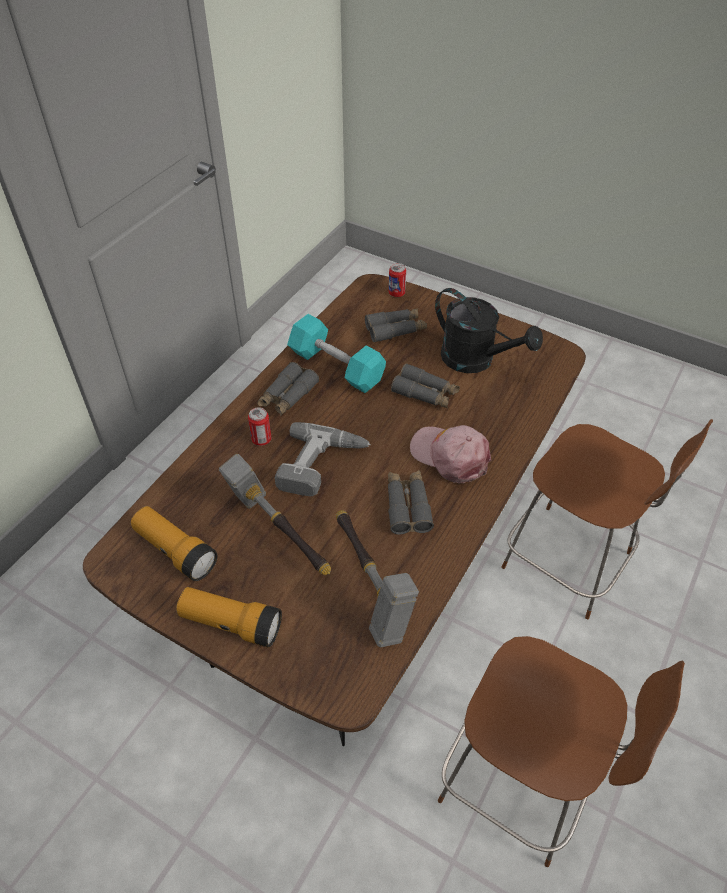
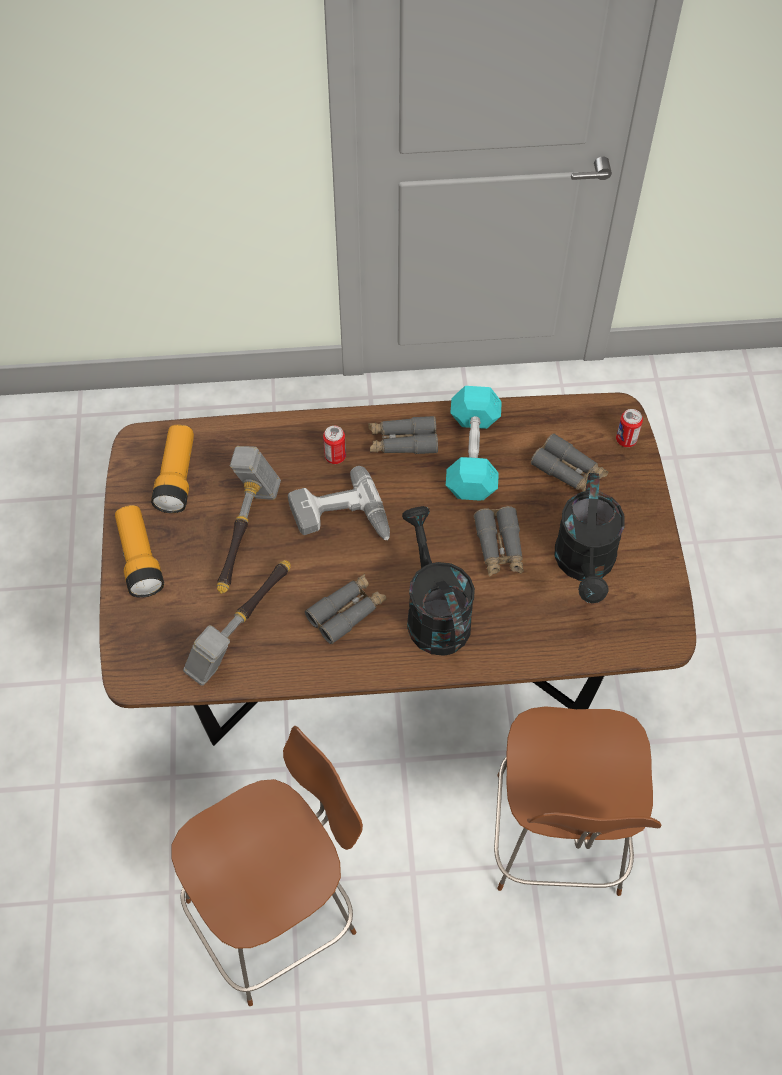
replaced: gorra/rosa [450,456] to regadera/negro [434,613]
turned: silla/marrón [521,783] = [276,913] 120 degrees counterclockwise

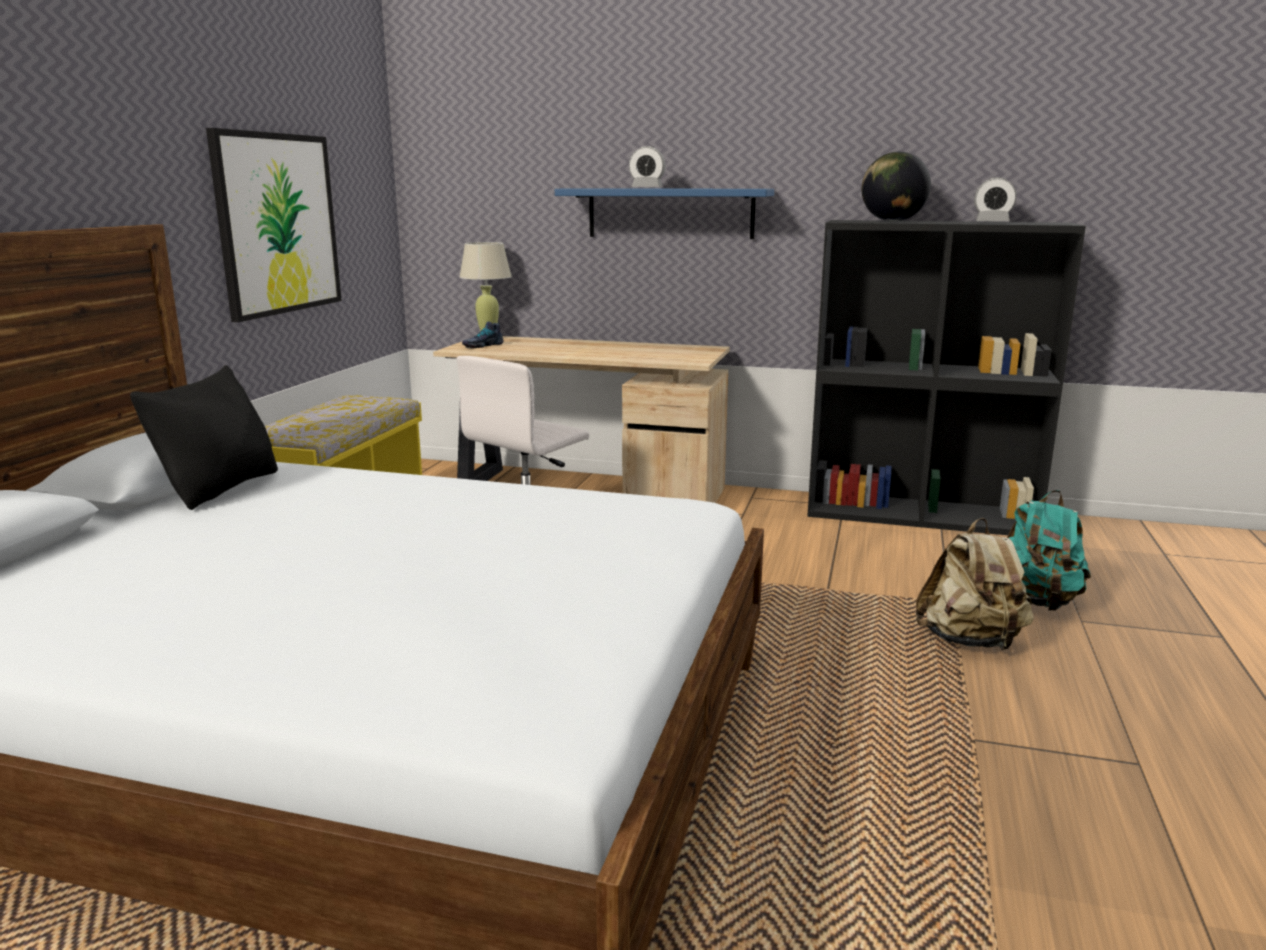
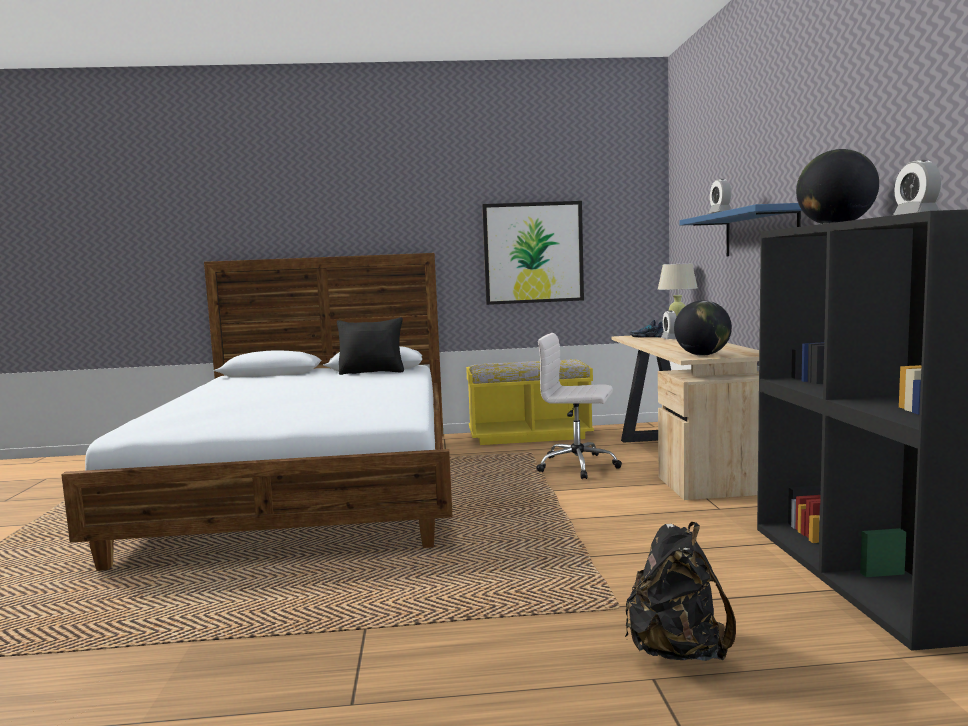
removed: mochila/beis [970,641]
added: despertador [669,339]; globo terráqueo [702,355]
recoloured: mochila/turquesa [1036,602] to mochila/negro [676,650]

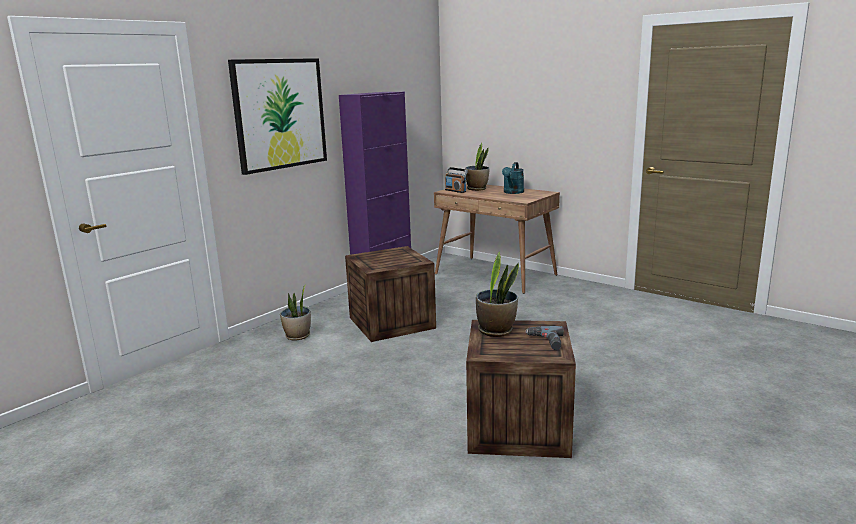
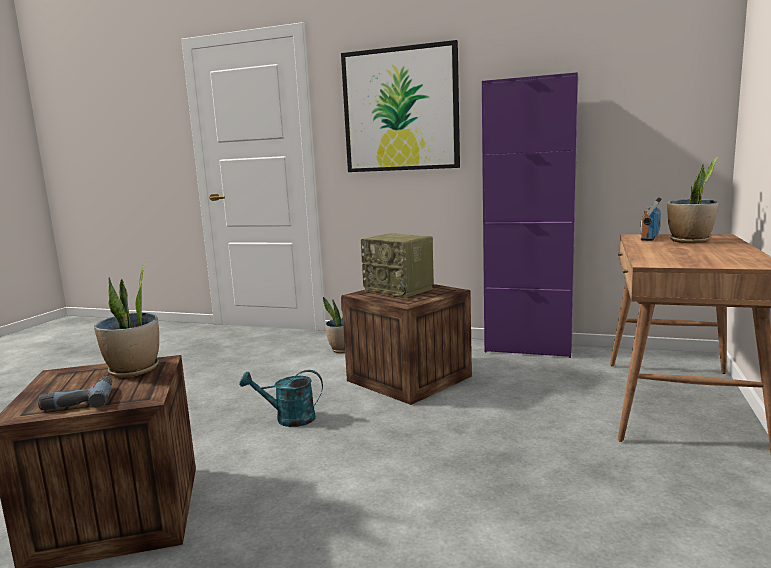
added: radio [400,290]
moved: regadera/turquesa [512,192] to [288,419]

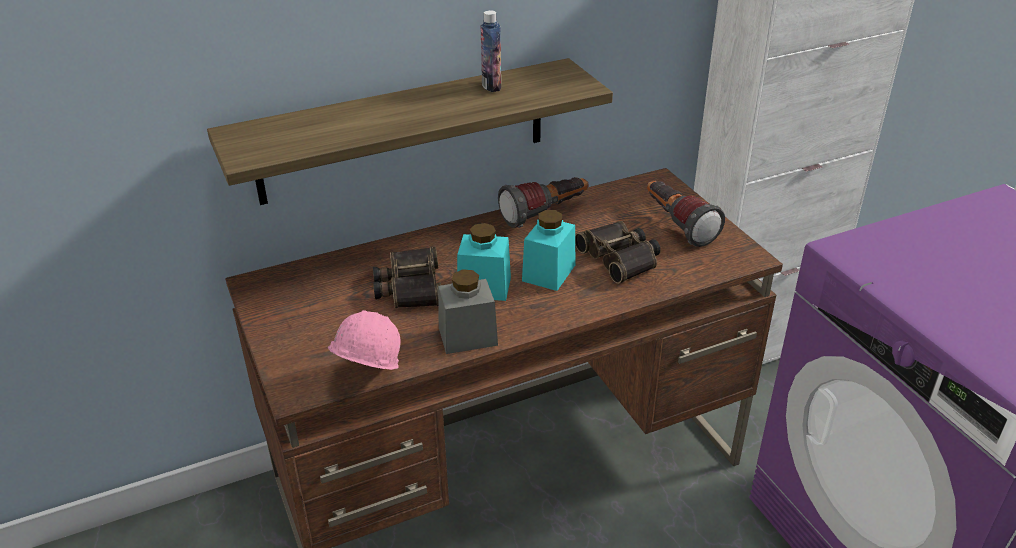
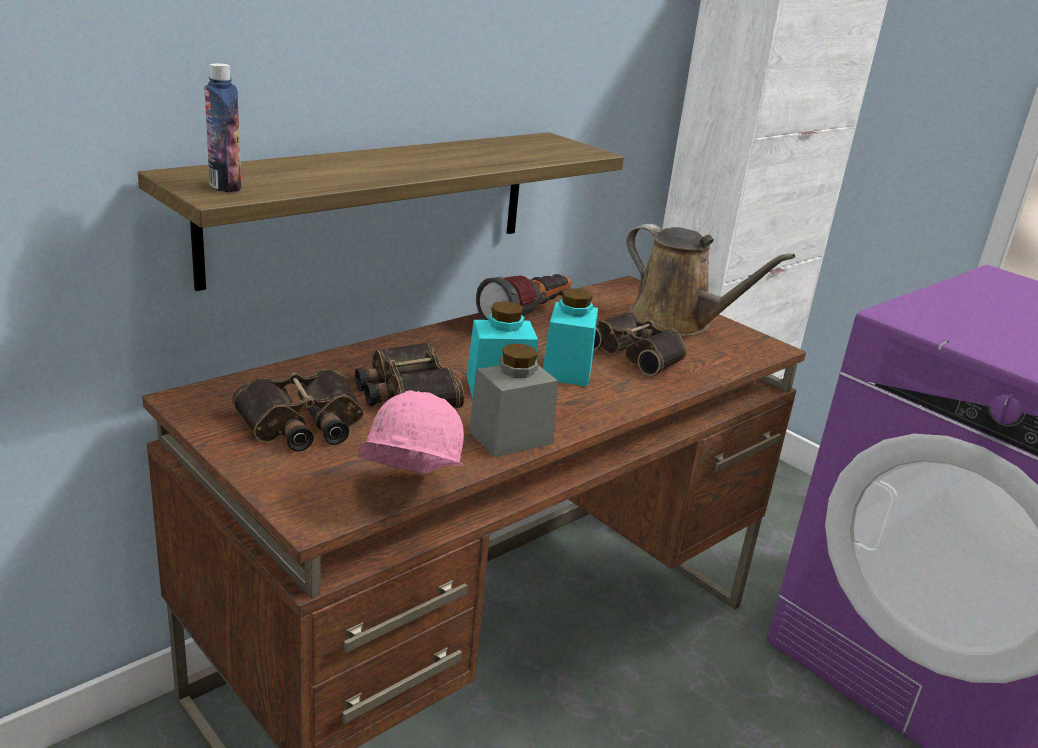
added: prismáticos [303,424]
moved: botella [491,86] to [225,186]
replaced: linterna [677,225] to regadera/marrón [676,323]

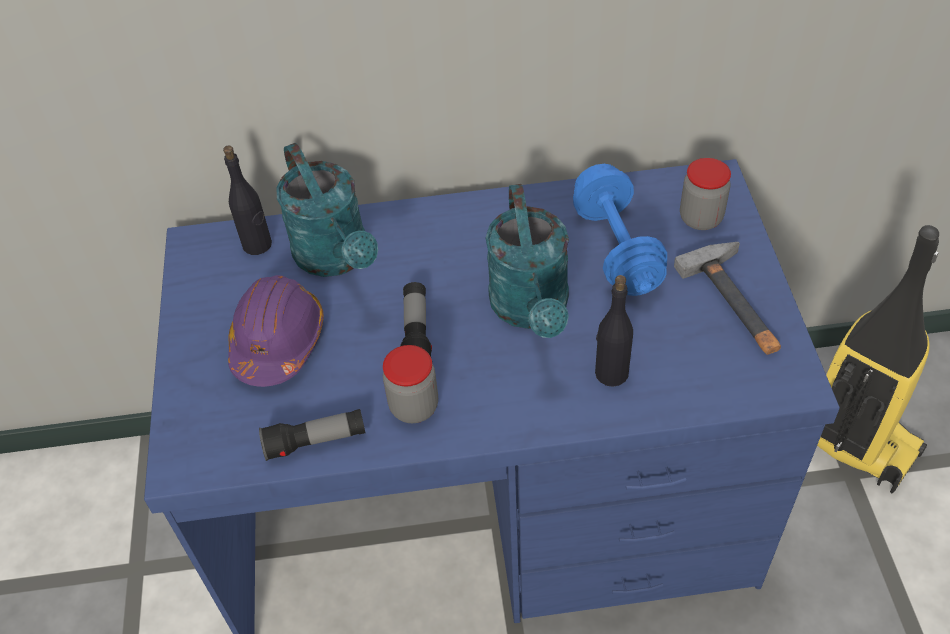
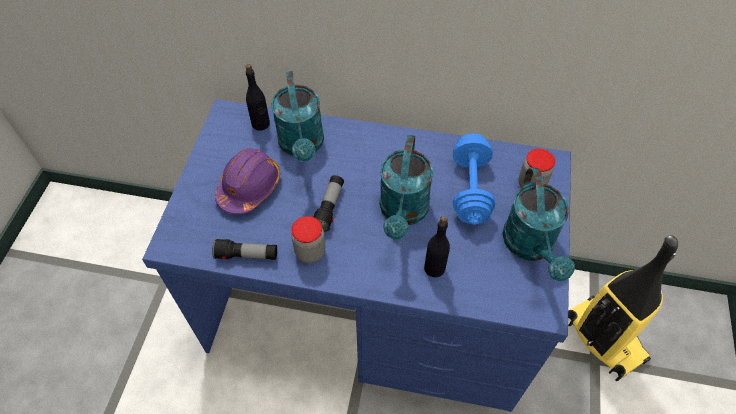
replaced: martillo [738,303] to regadera/turquesa [531,247]

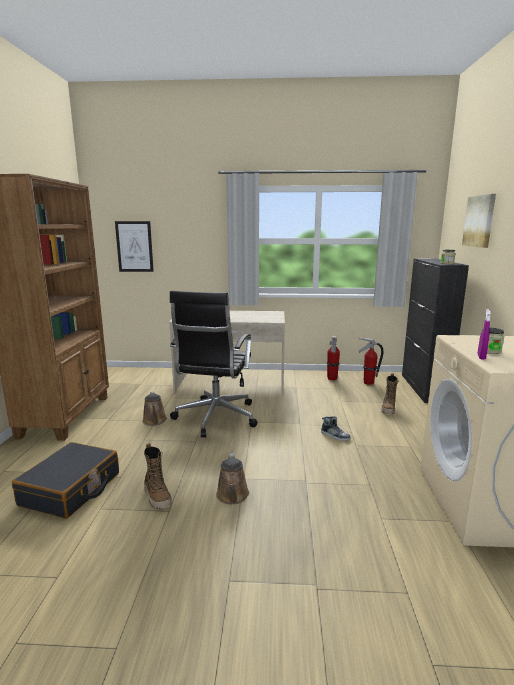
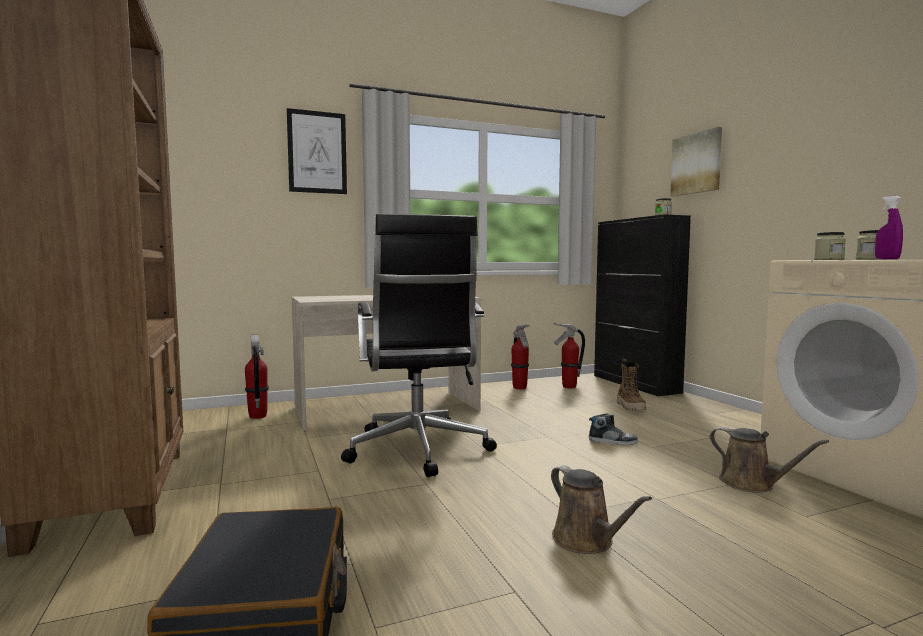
removed: bota [157,497]
added: extintor [258,416]; tarro [828,259]
moved: cuadro [134,246] to [317,152]; regadera/marrón [154,421] to [751,484]

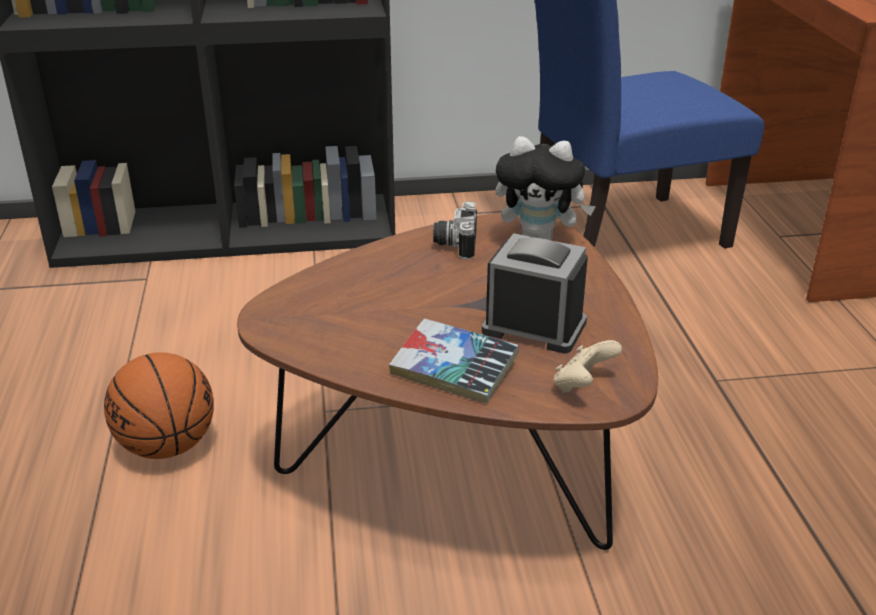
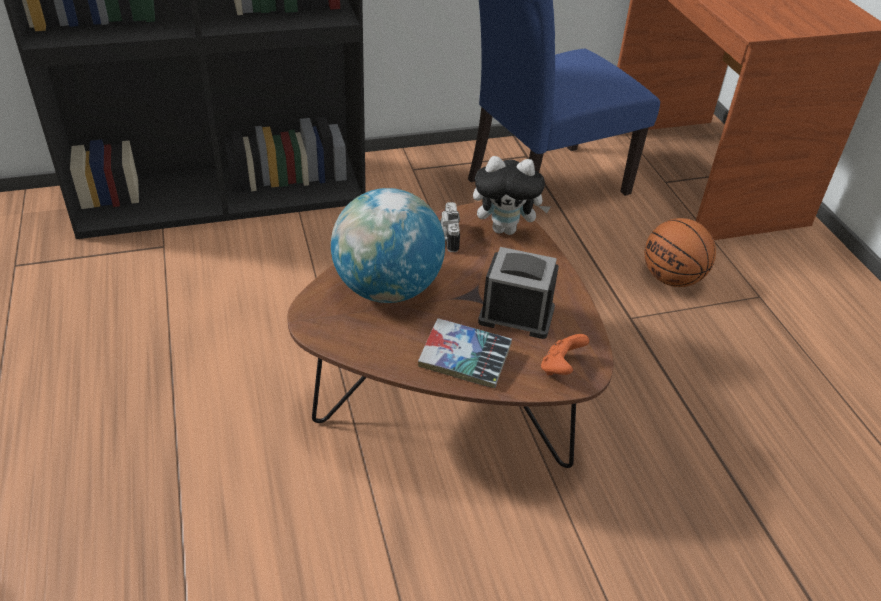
added: globo terráqueo [387,289]
moved: balón de baloncesto [167,446] to [672,278]
recoloured: mando de consola/beis [583,386] to mando de consola/naranja [560,367]

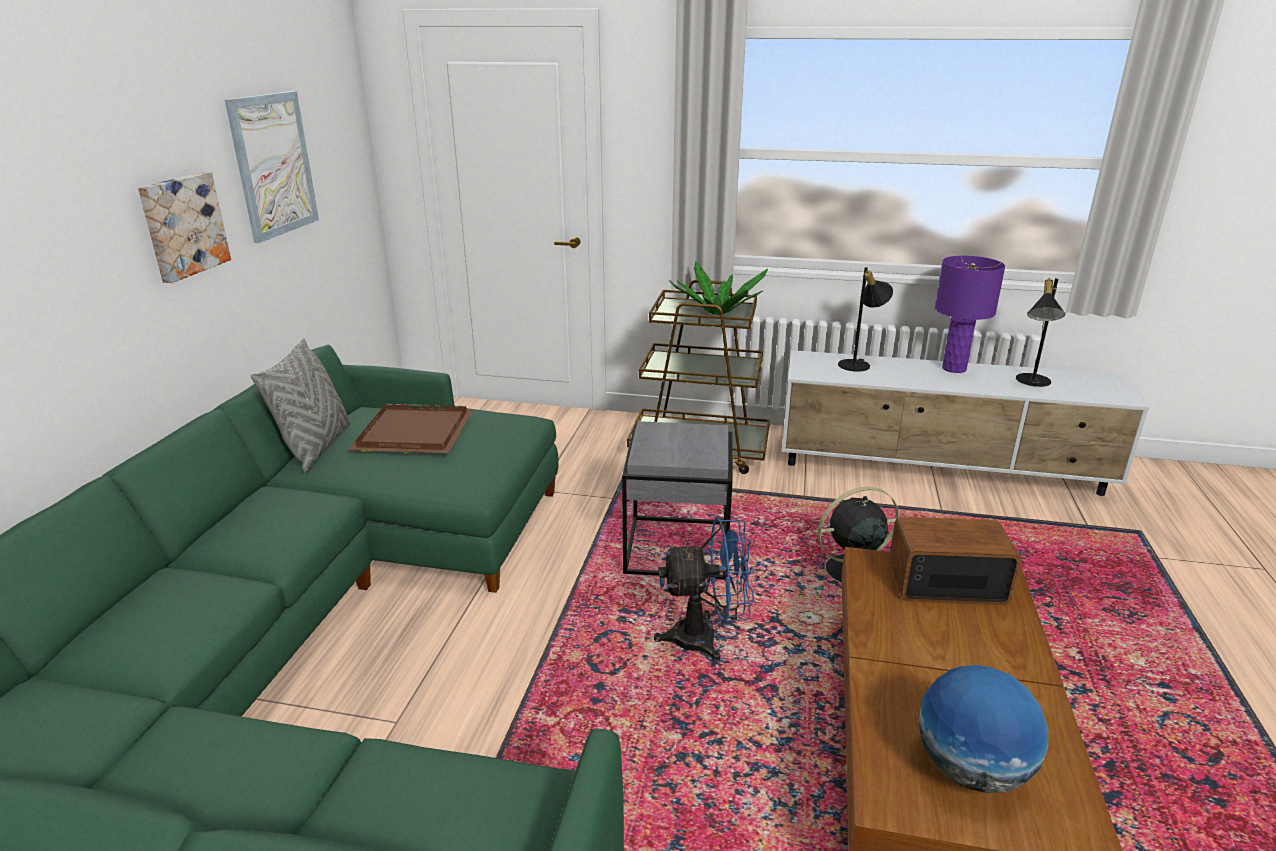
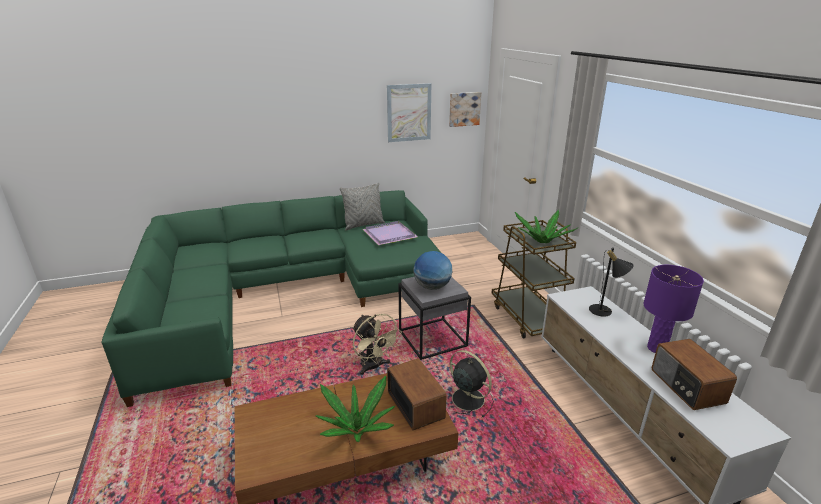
added: planta en maceta [357,429]
moved: cuadro [182,225] to [464,109]; globo terráqueo [971,770] to [432,287]
replaced: lámpara de mesa/negro [1031,382] to radio [686,387]
recoloured: bandeja/marrón [411,433] to bandeja/morado [388,234]; ventilador/azul [706,638] to ventilador/beis [374,367]

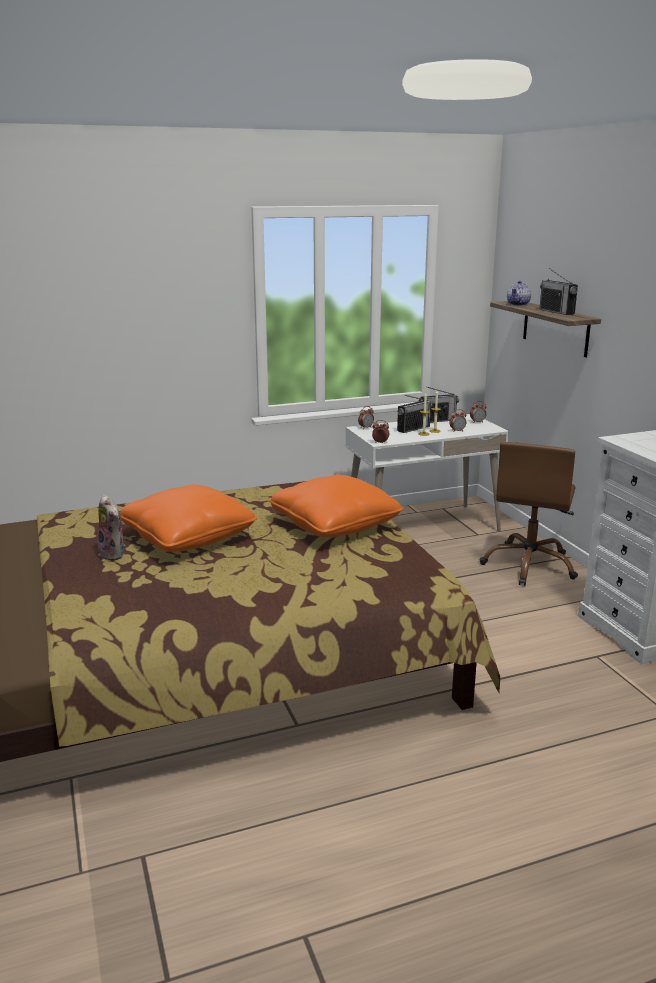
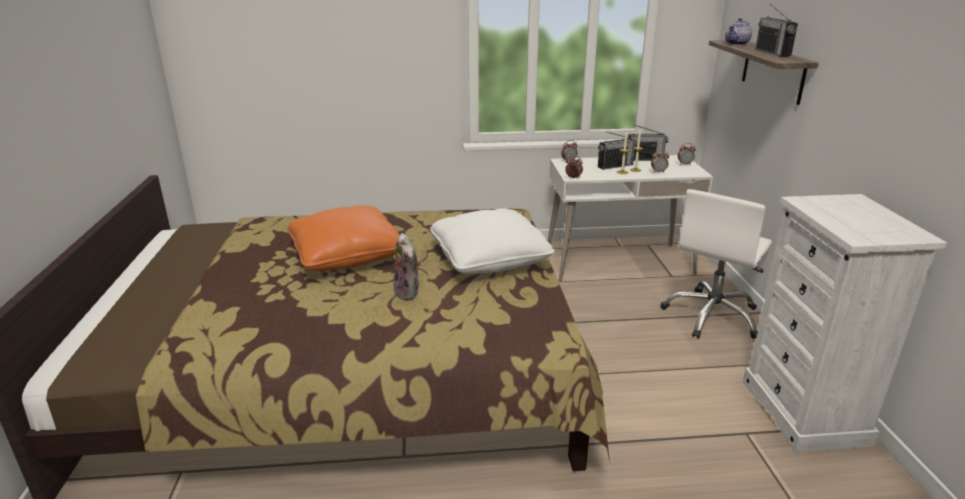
moved: peluche [114,554] to [409,293]
recoloured: cojín/naranja [335,524] to cojín/blanco [489,259]; silla de oficina/marrón [529,565] to silla de oficina/blanco [712,316]

